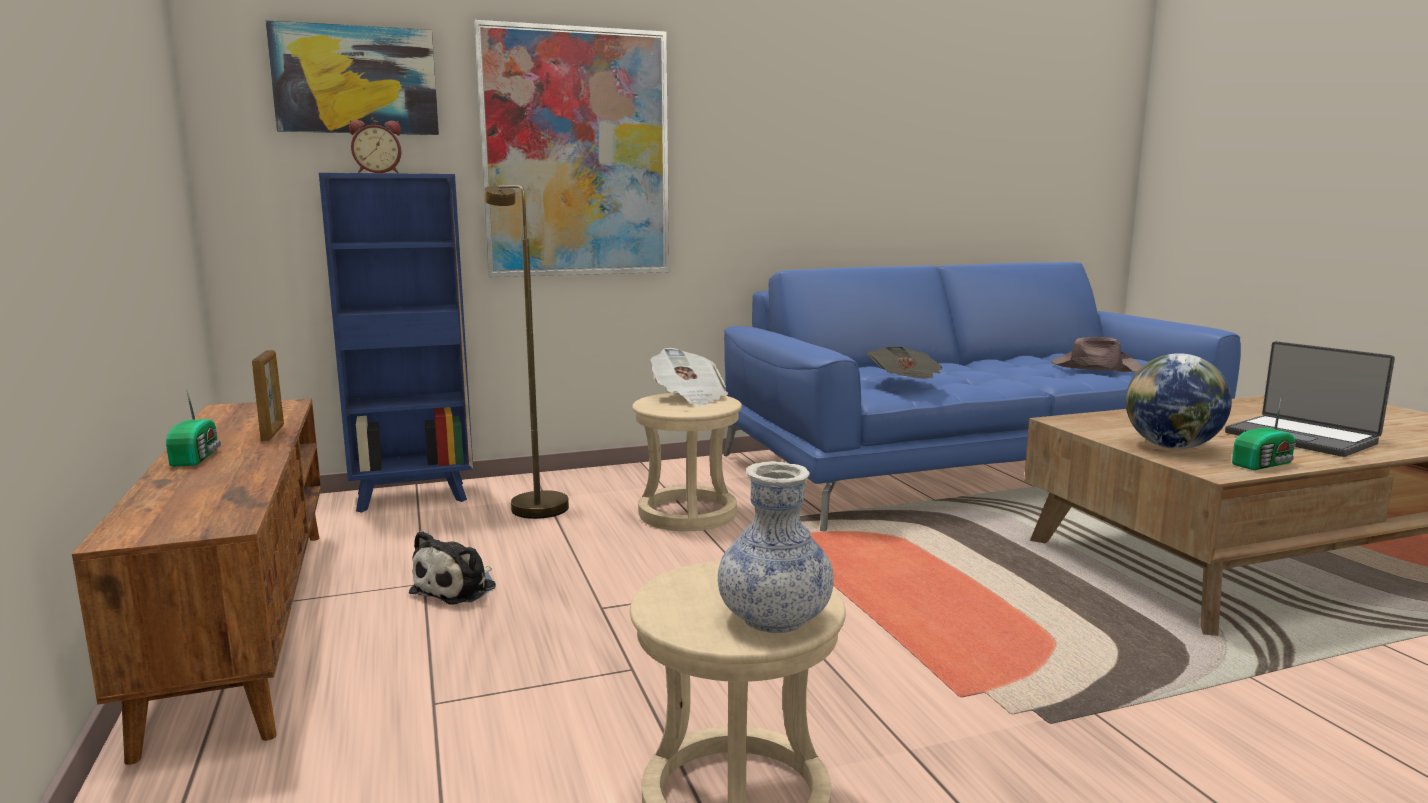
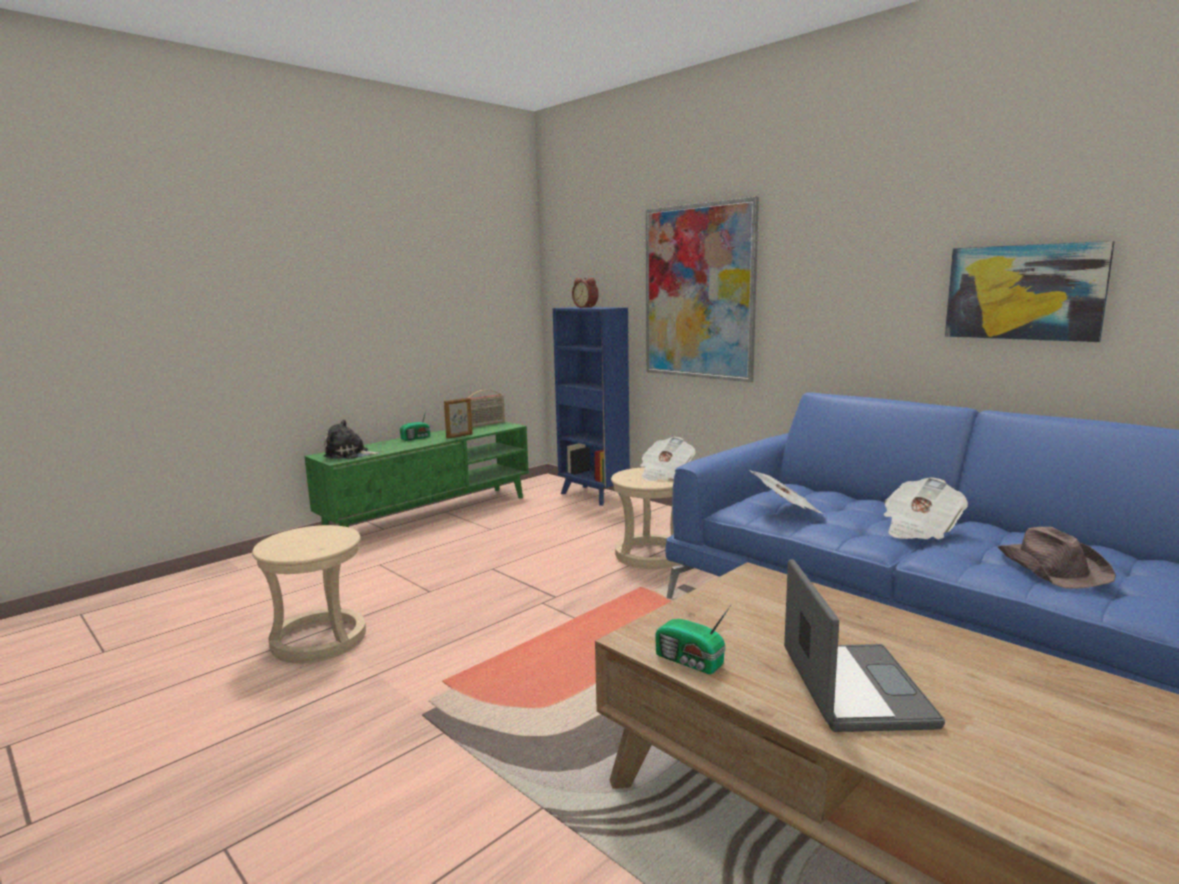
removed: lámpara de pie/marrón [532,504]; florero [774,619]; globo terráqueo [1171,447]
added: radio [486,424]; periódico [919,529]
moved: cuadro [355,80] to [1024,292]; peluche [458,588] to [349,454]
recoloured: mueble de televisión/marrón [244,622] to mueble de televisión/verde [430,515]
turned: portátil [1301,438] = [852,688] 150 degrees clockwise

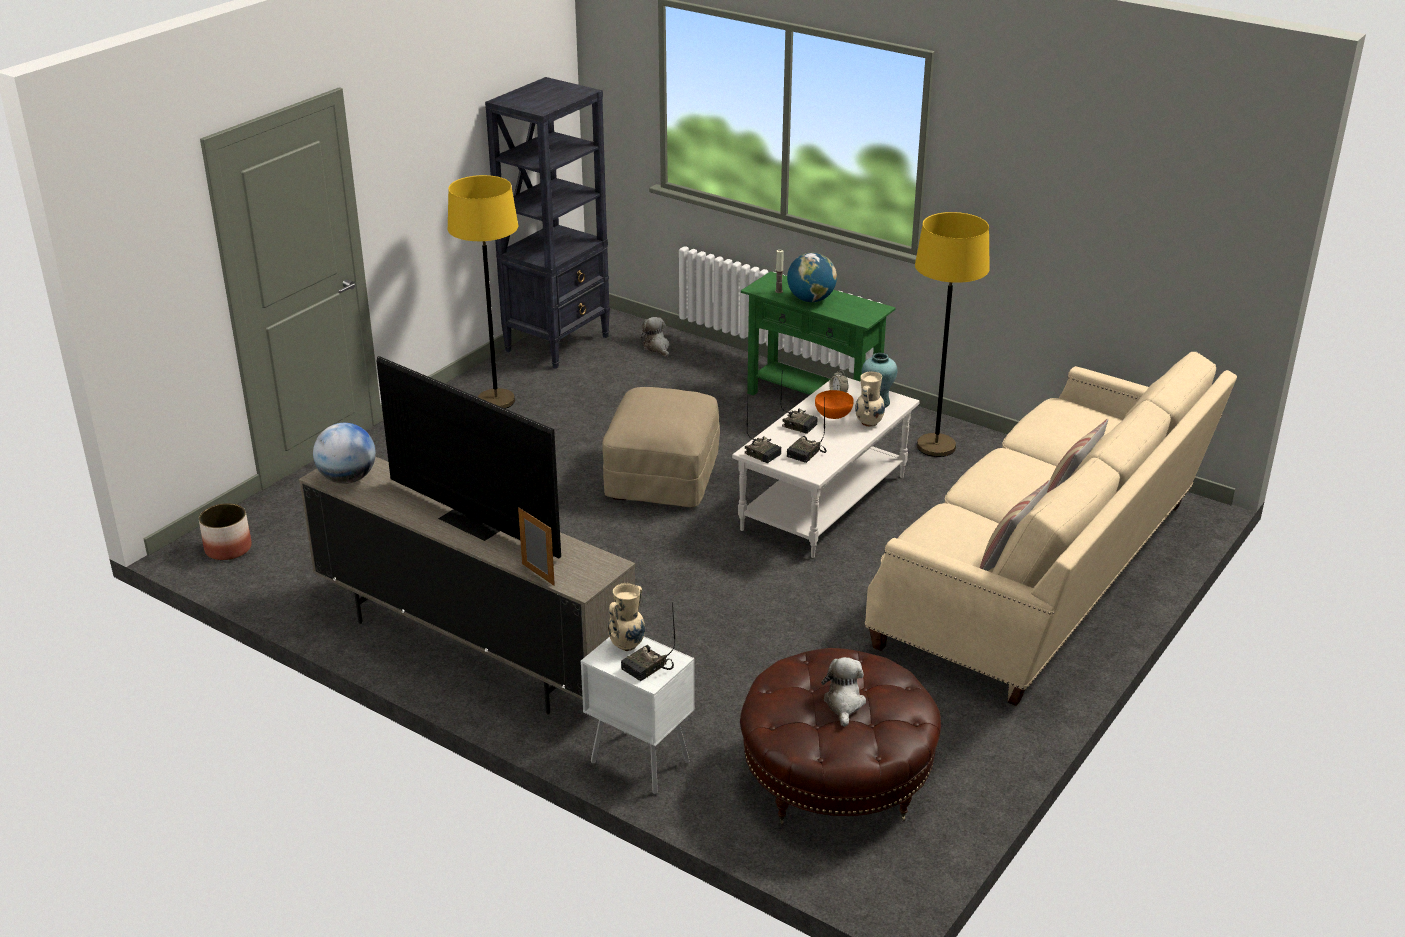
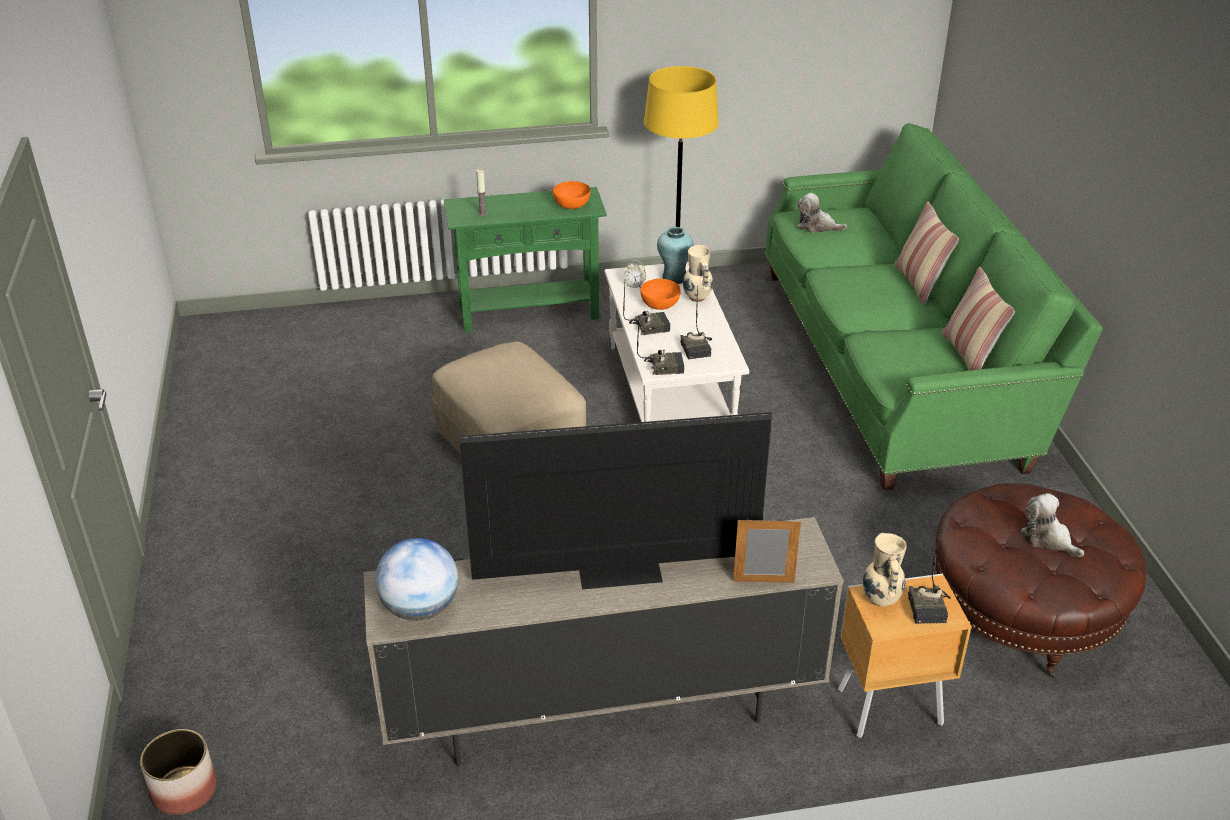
removed: lámpara de pie/amarillo [496,401]; estantería/negro [558,343]; globo terráqueo [811,300]
added: cuenco/naranja [571,205]
moved: peluche [657,347] to [817,226]
recoloured: mesita de noche/blanco [639,761] to mesita de noche/marrón [886,706]; sofá/beis [1045,577] to sofá/verde [897,364]

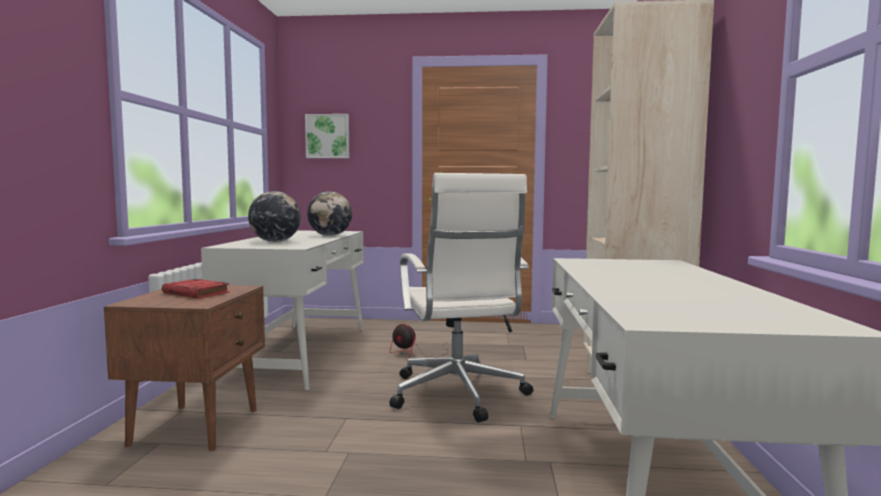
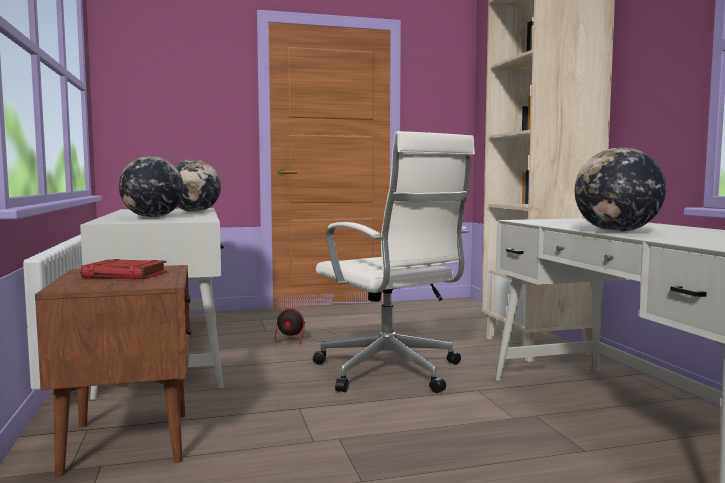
removed: cuadro [328,136]
added: globo terráqueo [617,232]

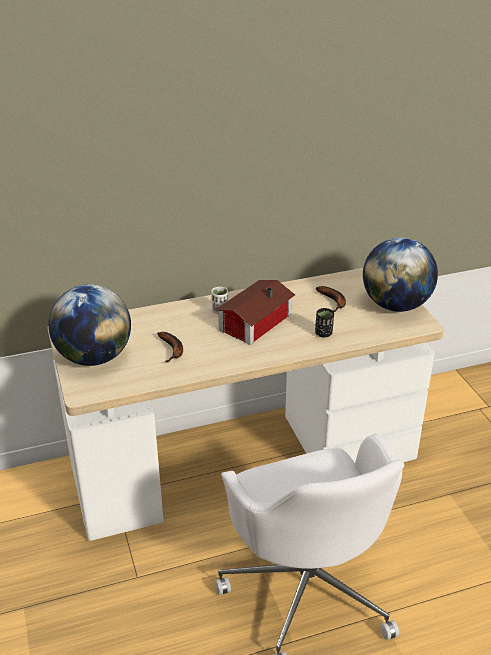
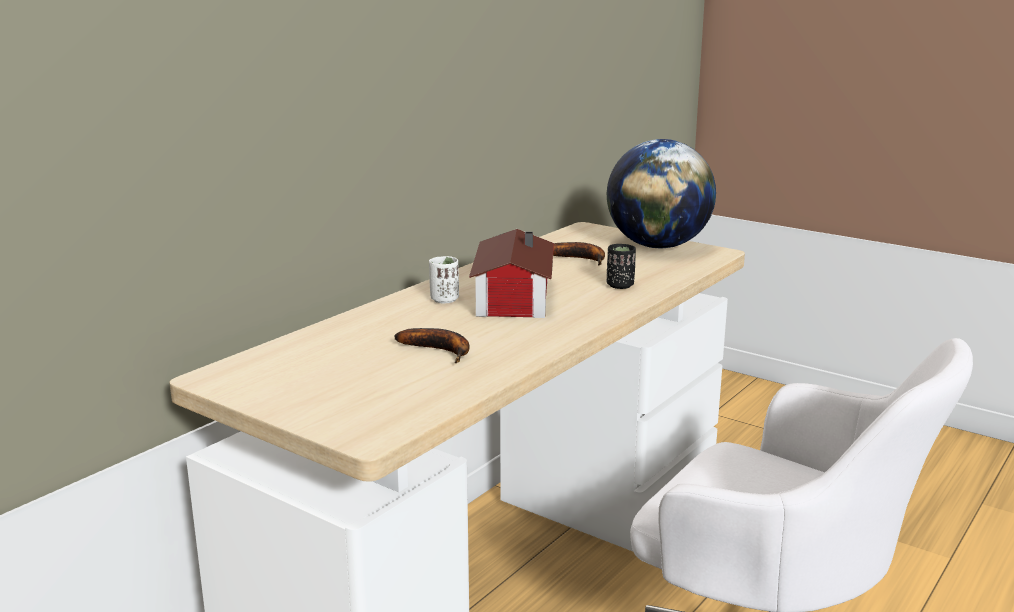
removed: globo terráqueo [94,357]

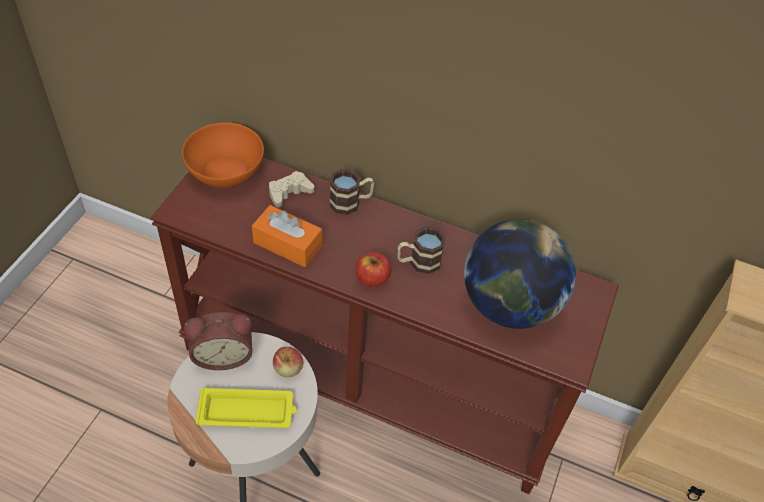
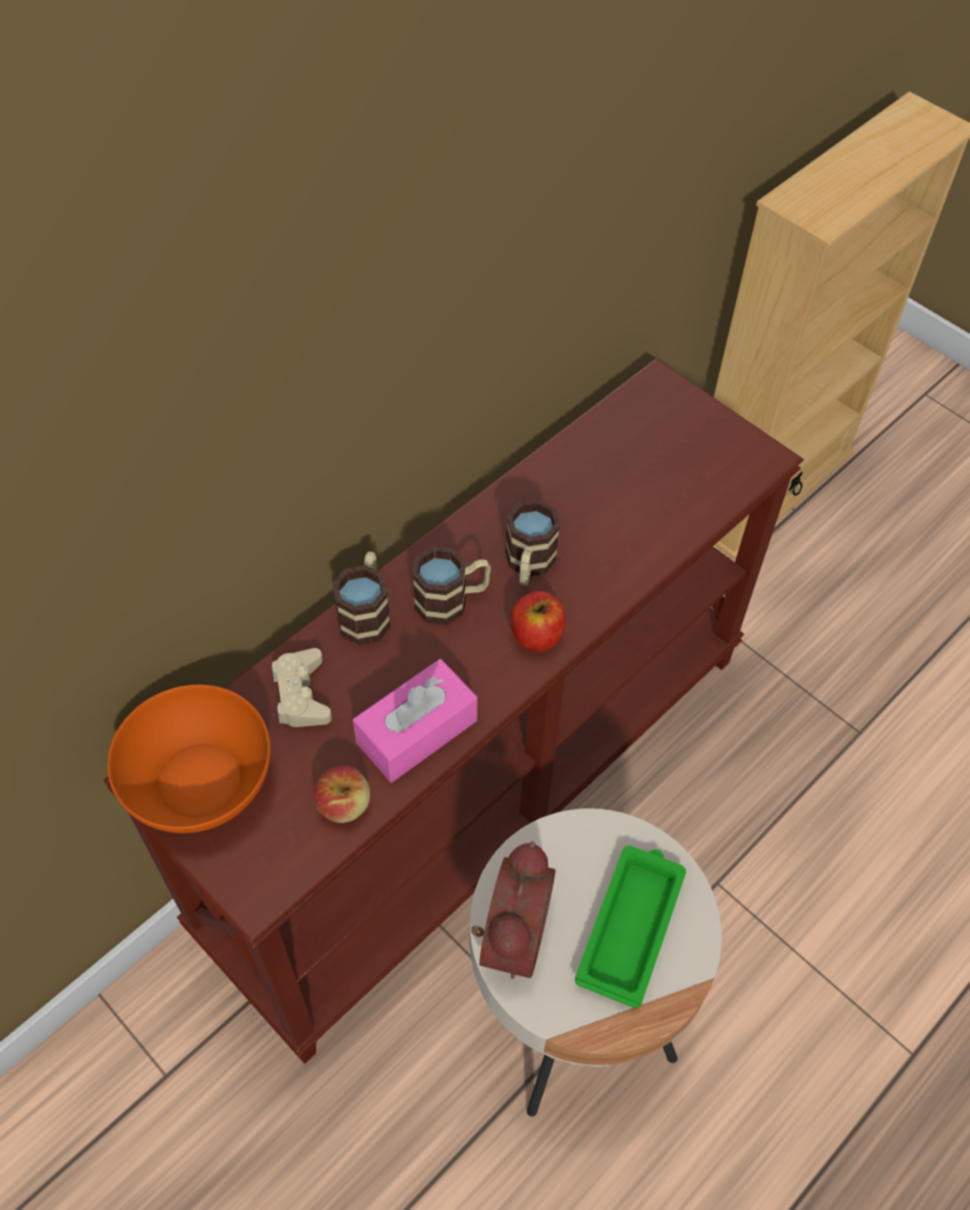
removed: globo terráqueo [509,305]
added: taza grande [452,600]
moved: manzana [288,369] to [344,804]
recoloured: bandeja/amarillo [248,412] to bandeja/verde [631,925]; caja de pañuelos/naranja [287,244] to caja de pañuelos/rosa [416,731]

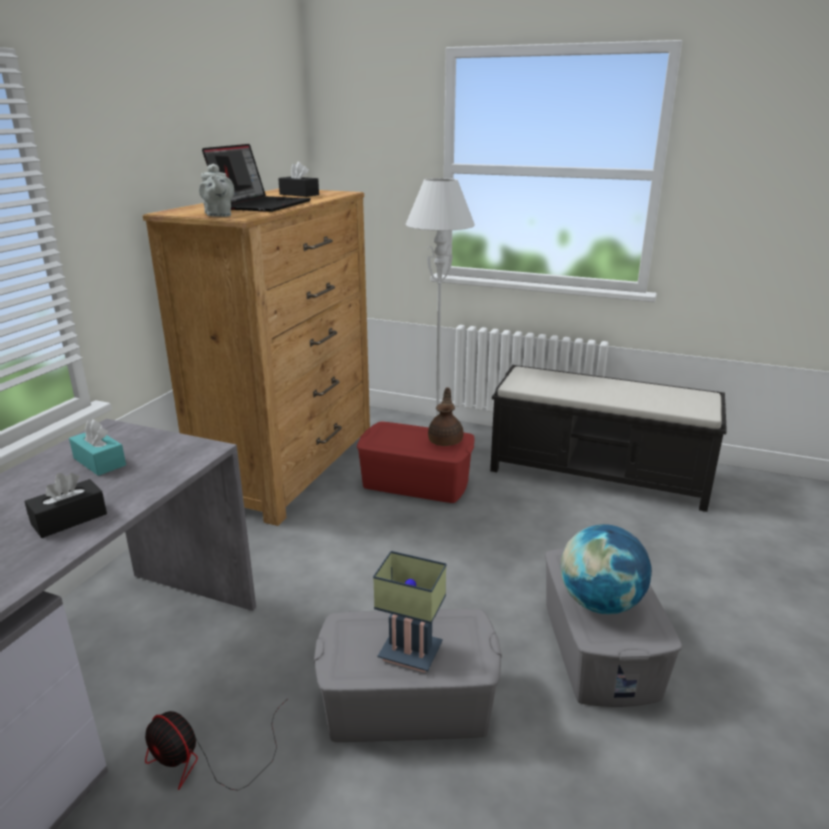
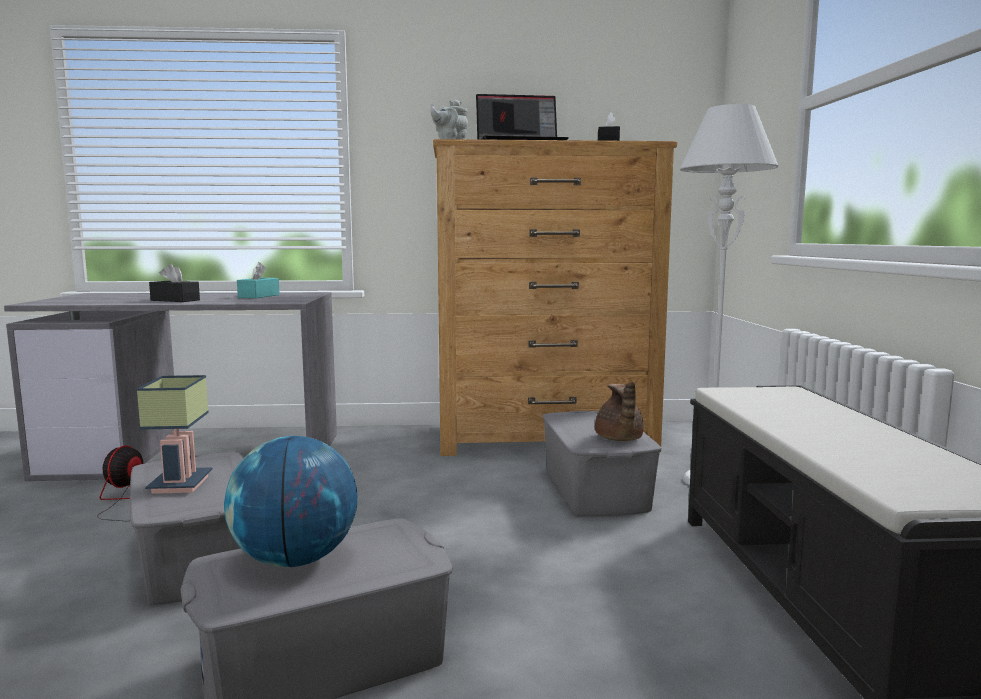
recoloured: caja de almacenaje/rojo [416,482] to caja de almacenaje/gris [594,489]
turned: tetera/marrón [446,440] = [618,439] 105 degrees clockwise

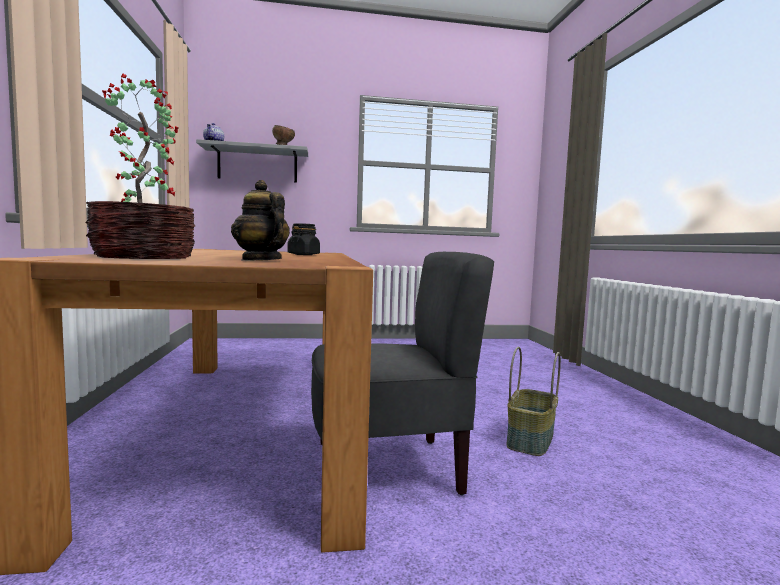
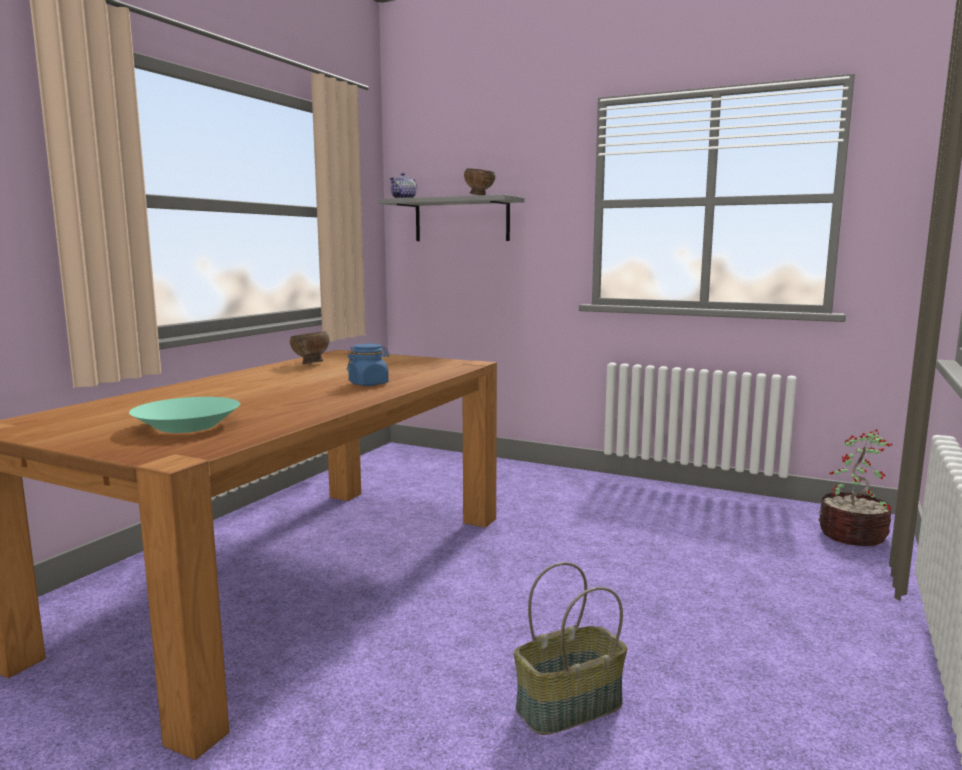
removed: silla/gris [387,469]
added: cuenco/marrón [310,364]
moved: planta en maceta [145,257] to [853,536]
replaced: tetera [260,260] to cuenco/turquesa [187,426]
recoloured: tarro/negro [303,254] to tarro/azul [369,384]

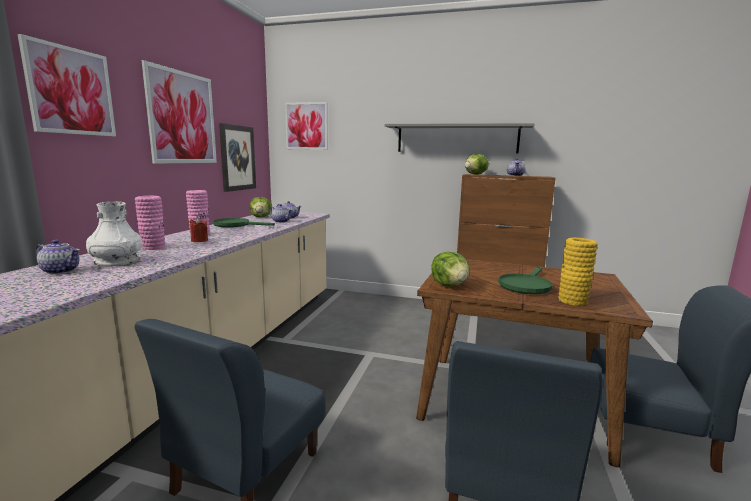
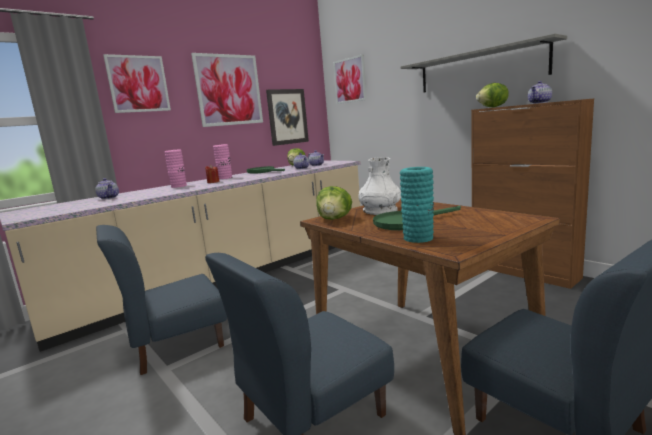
moved: florero/blanco [117,261] to [380,211]
recoloured: florero/amarillo [573,301] to florero/turquesa [418,238]

